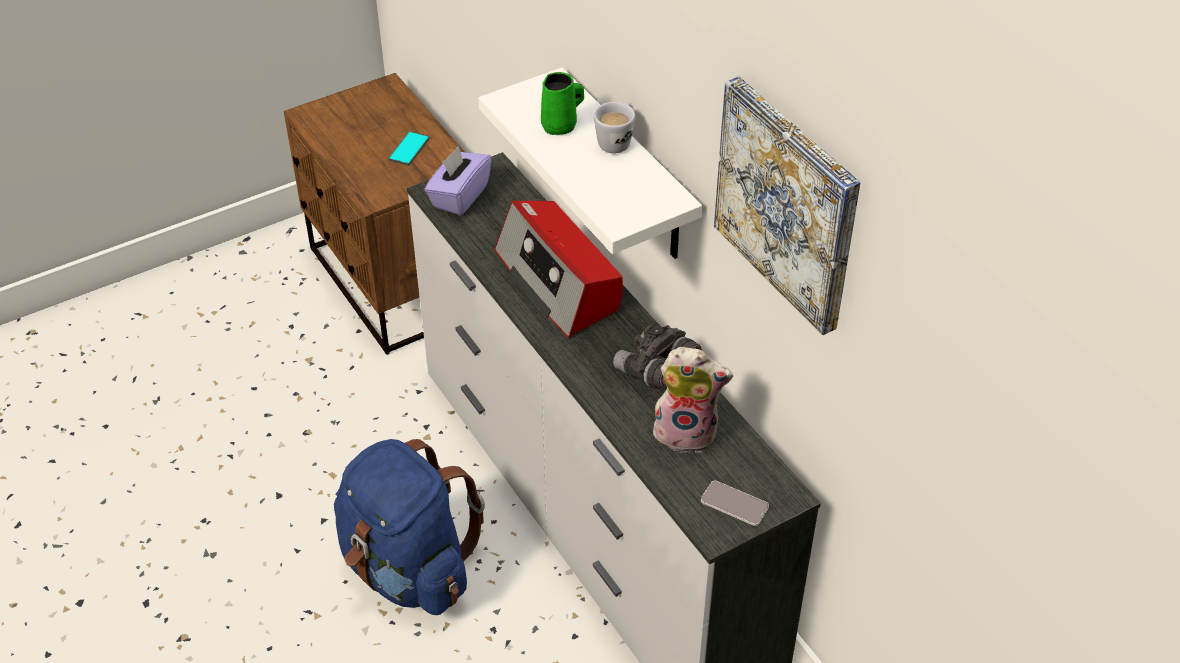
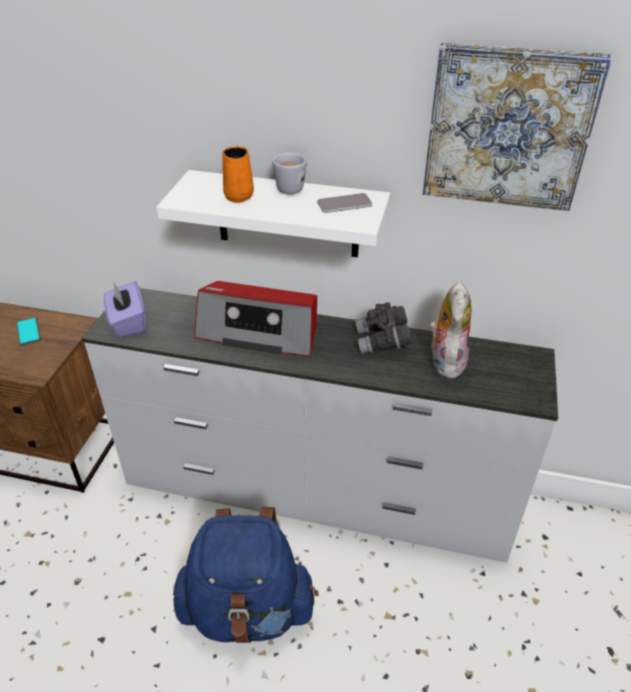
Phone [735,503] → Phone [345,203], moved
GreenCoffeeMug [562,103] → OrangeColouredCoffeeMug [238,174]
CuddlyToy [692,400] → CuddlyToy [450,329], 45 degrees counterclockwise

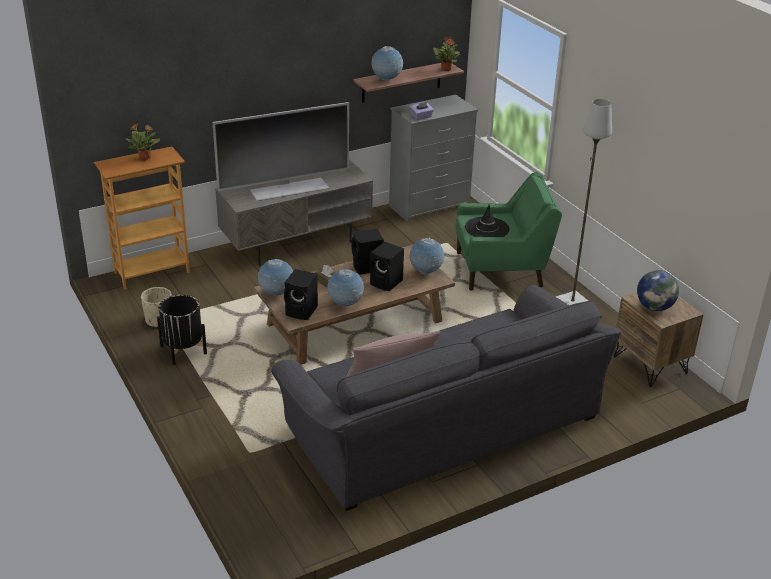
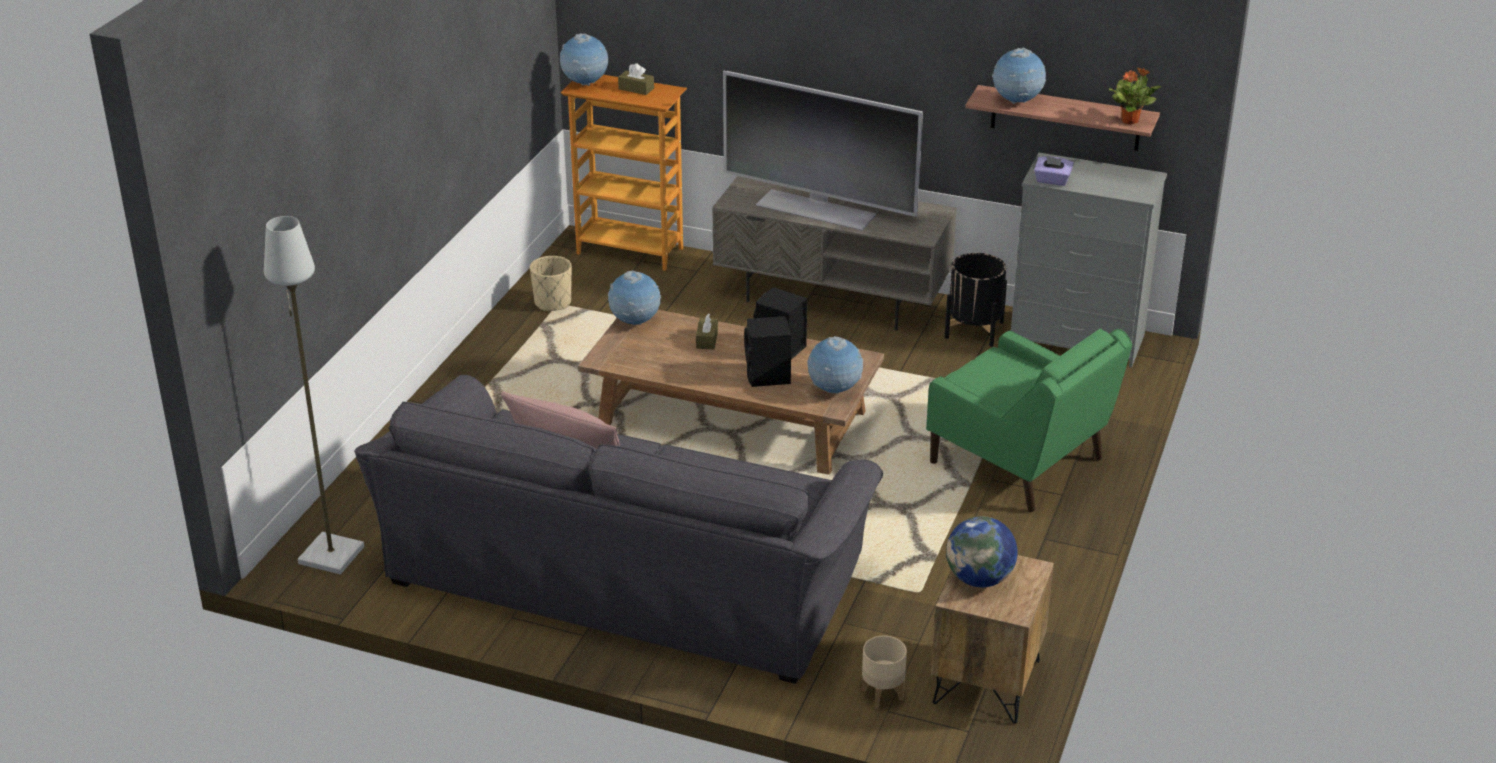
BlackLoudspeaker [301,294] → -
BlackHat [487,221] → -
- → BeigePlantPot [884,672]
BlackPlantPot [182,330] → BlackPlantPot [976,300], moved
DeskGlobe [345,287] → DeskGlobe [584,60], moved
GreyFloorLamp [584,202] → GreyFloorLamp [314,395], moved
Houseplant [143,142] → BrownColouredTissueHolder [636,79]

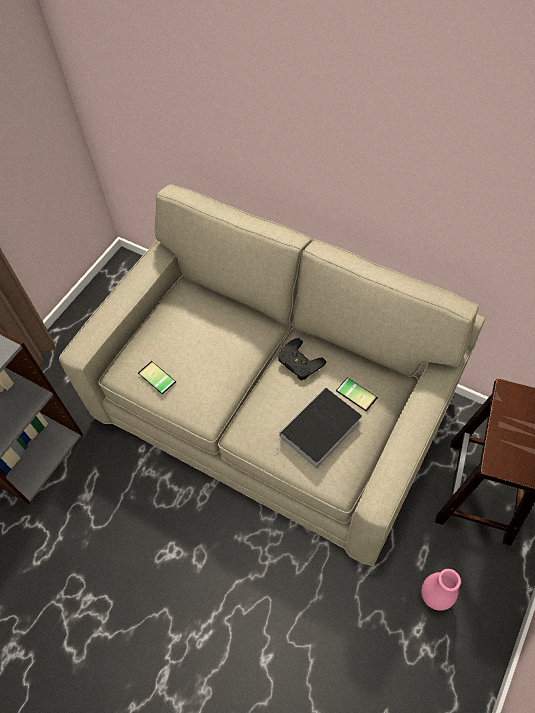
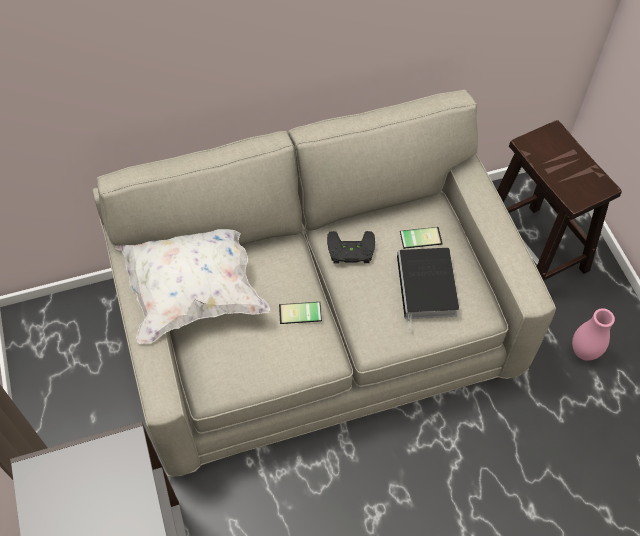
- → WhiteThrowPillow [193,286]
Phone [157,377] → Phone [300,313], moved

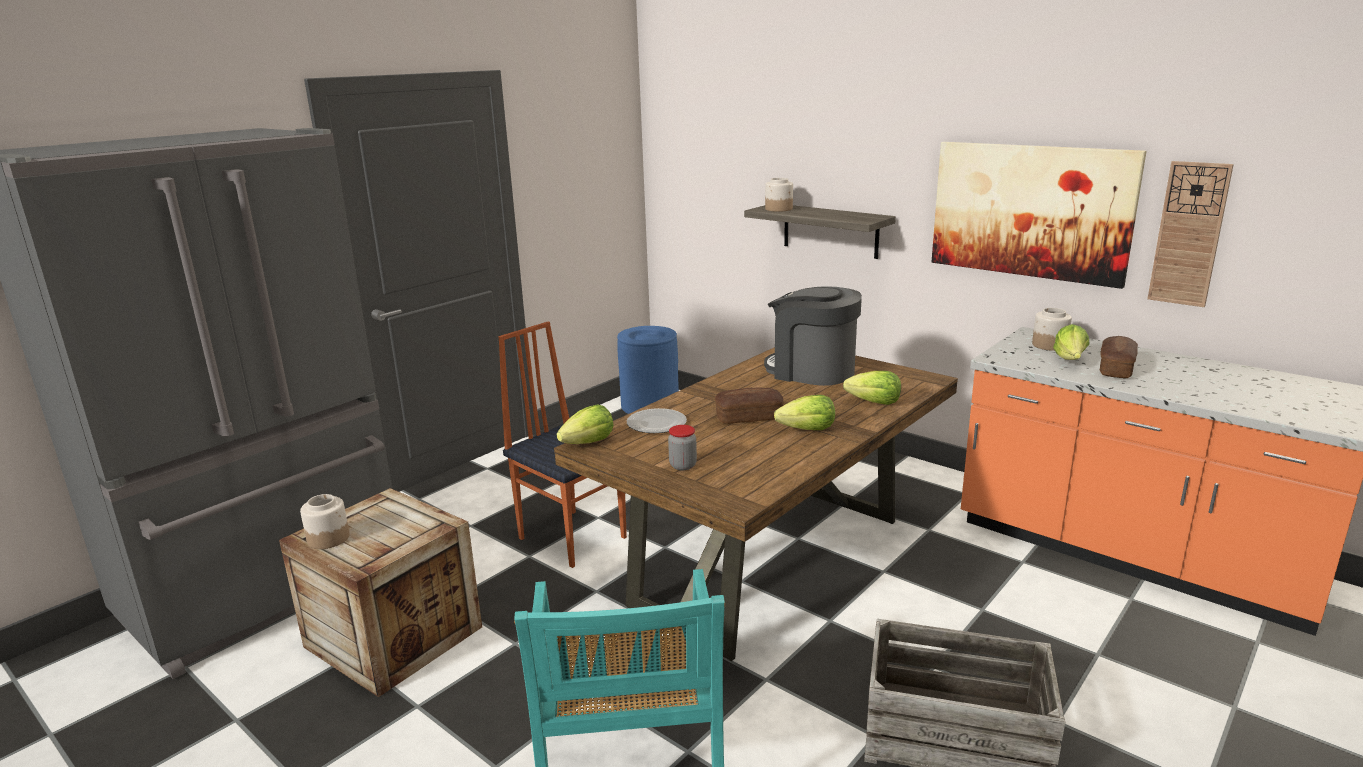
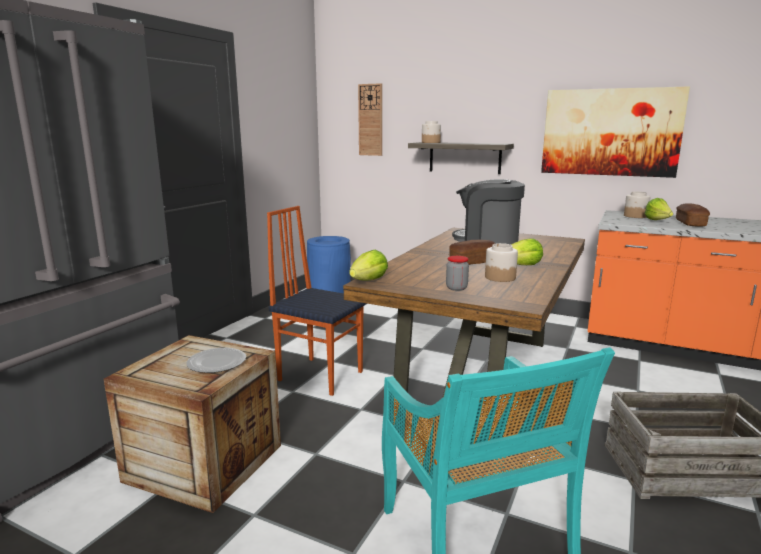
HeadOfLettuce [872,388] → -
PreserveJar [325,521] → PreserveJar [501,262], moved
Plate [657,420] → Plate [216,360], moved
WallClock [1190,234] → WallClock [370,119], moved

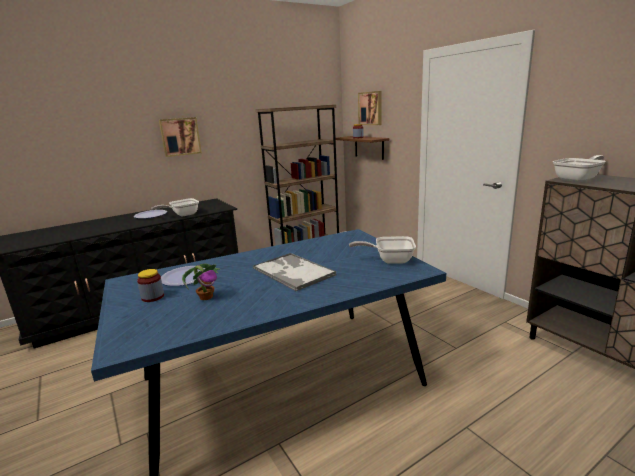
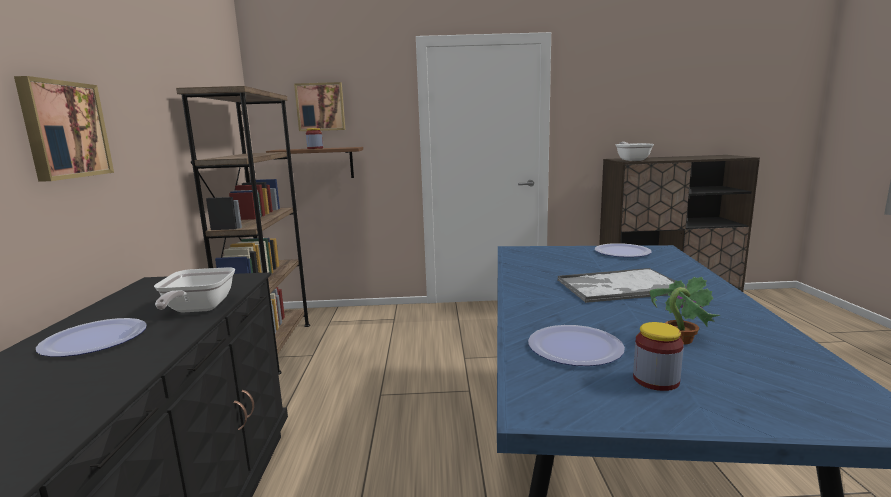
FryingPan [382,250] → Plate [623,250]

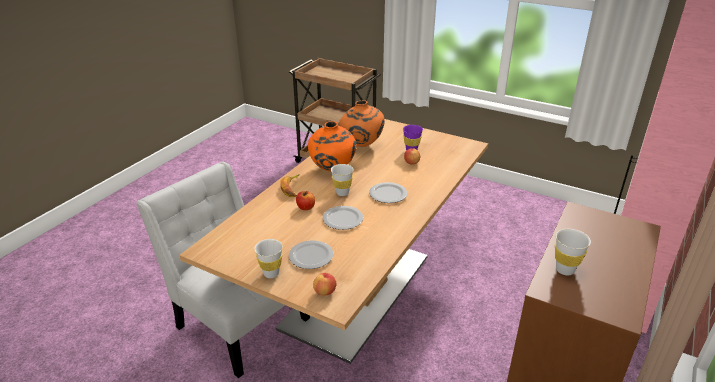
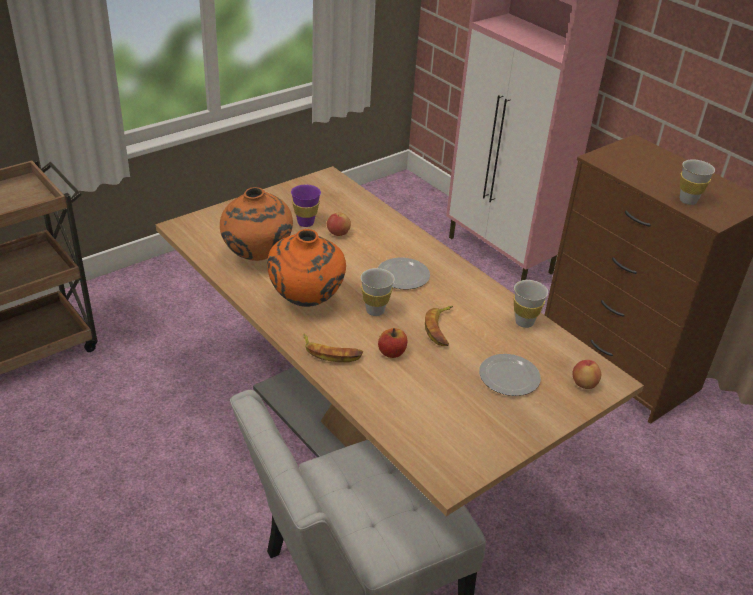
WhiteCup [268,258] → WhiteCup [530,304], moved
Plate [343,218] → BananaFruit [439,326]

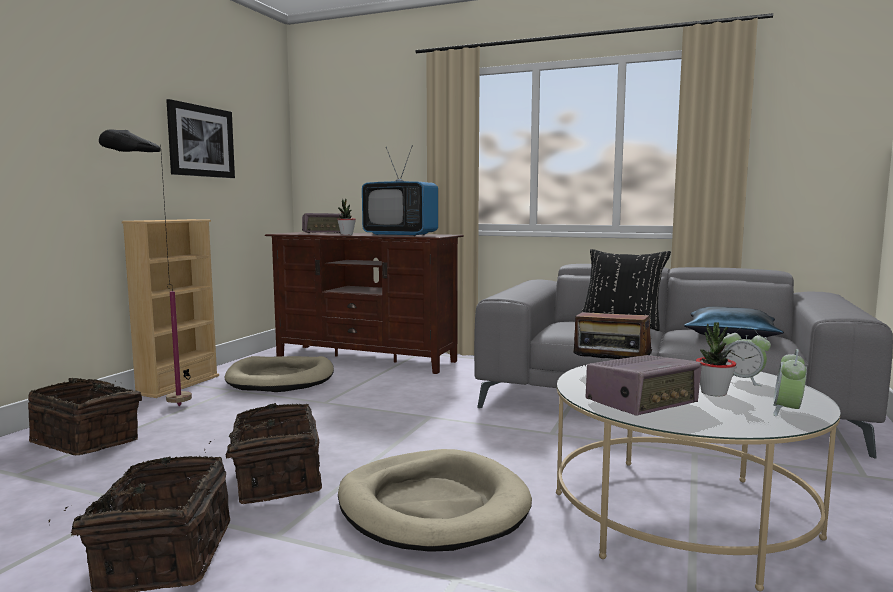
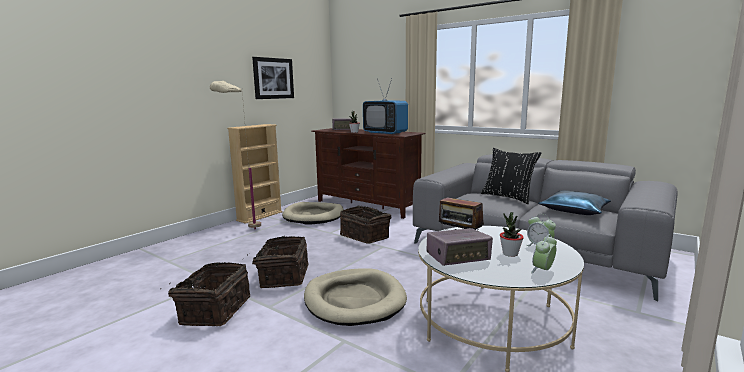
Basket [85,416] → Basket [365,224], moved
BlackFloorLamp [145,268] → BeigeFloorLamp [235,155]

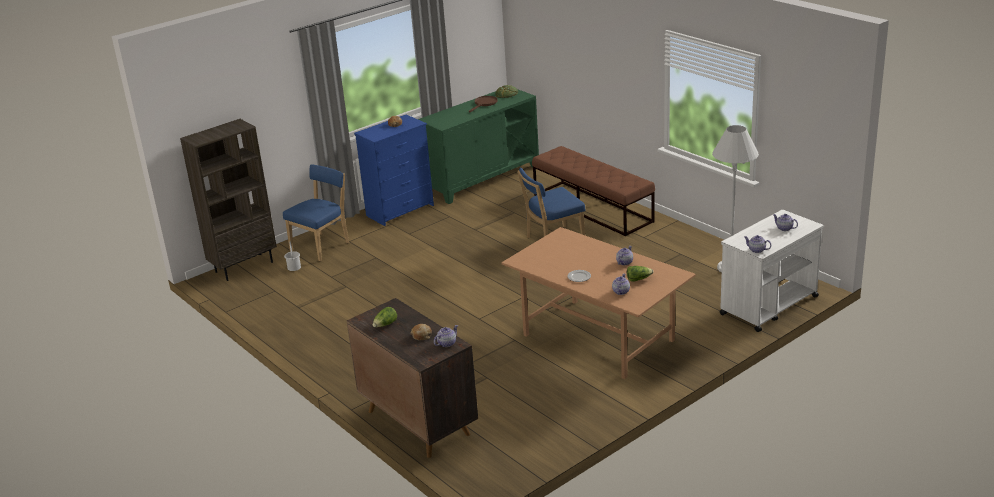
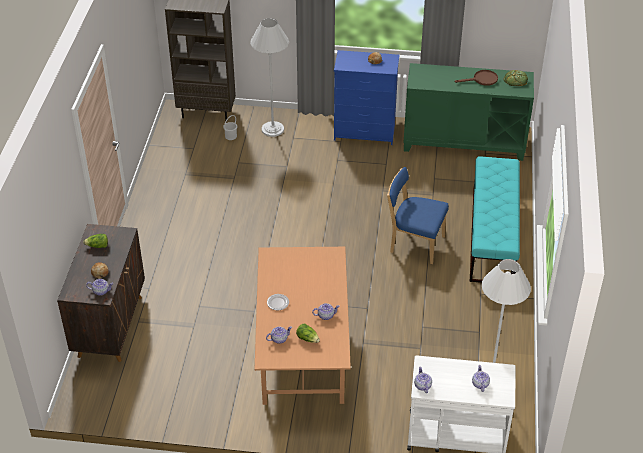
BluePlainChair [316,212] → WhiteFloorLamp [269,77]
BrownColouredBench [593,191] → BlueGreenBench [495,219]

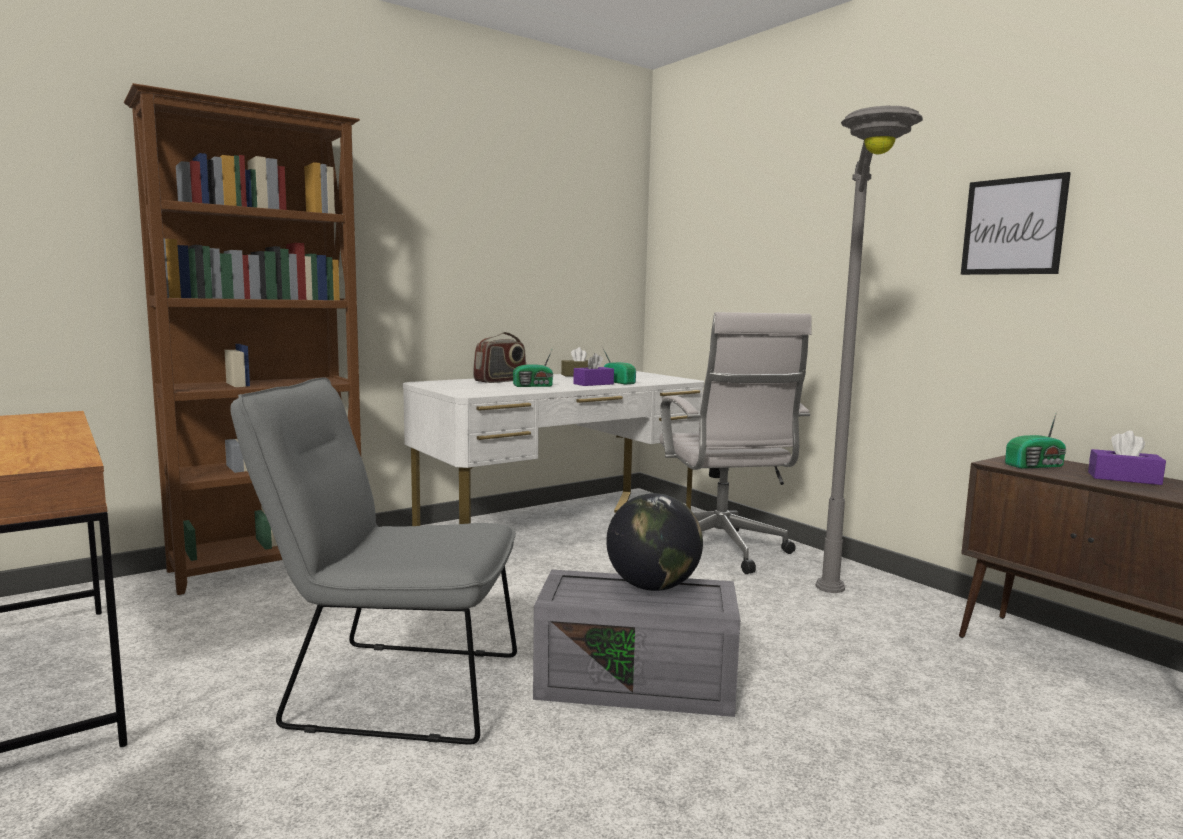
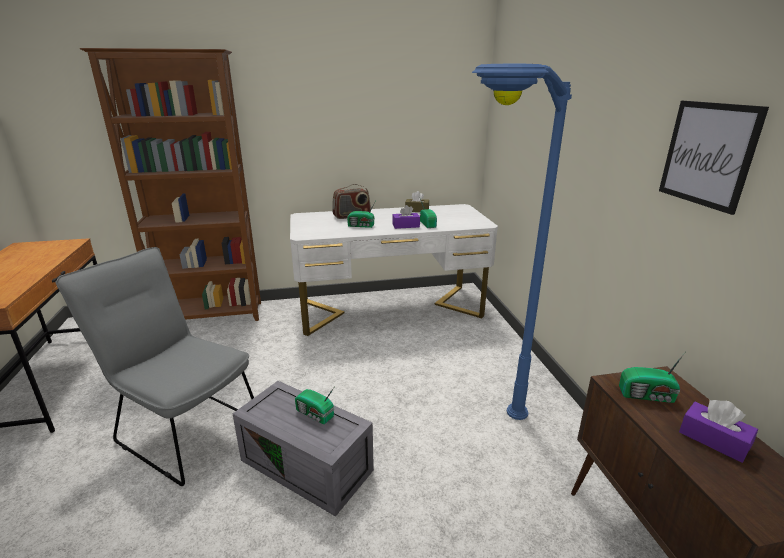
WhiteComputerChair [735,443] → -
DeskGlobe [654,542] → RadioSet [315,405]
GreyFloorLamp [869,349] → BlueFloorLamp [522,242]

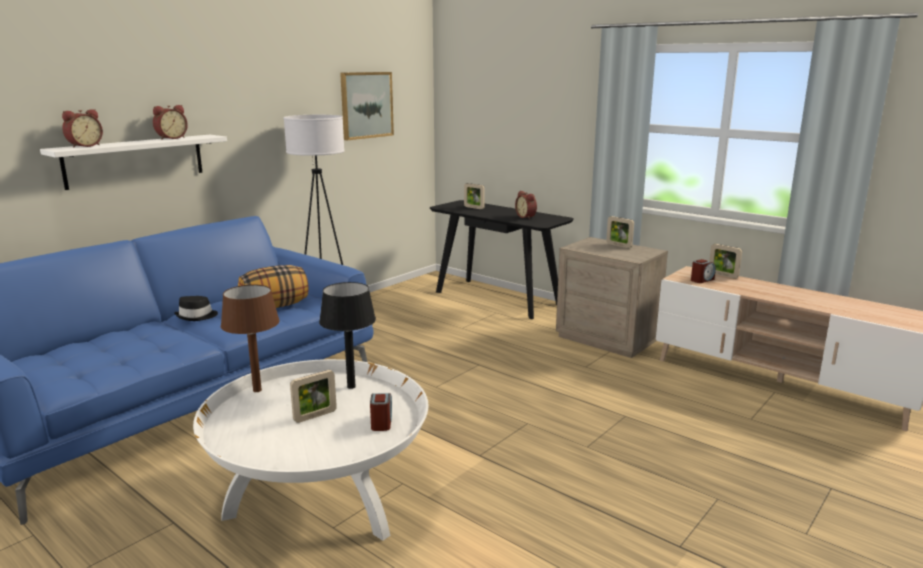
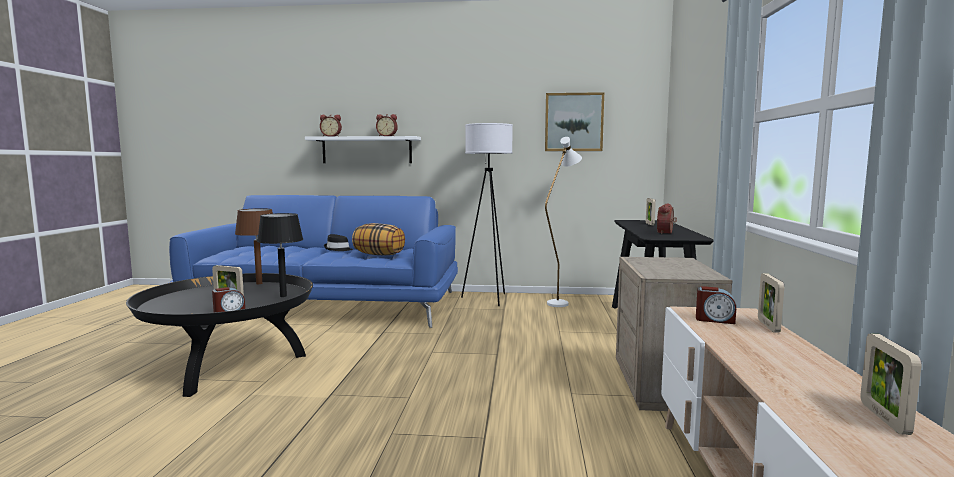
- → WhiteFloorLamp [563,222]
StandingFrame [620,232] → StandingFrame [891,384], moved
WhiteLowTable [310,450] → BlackLowTable [219,335]

